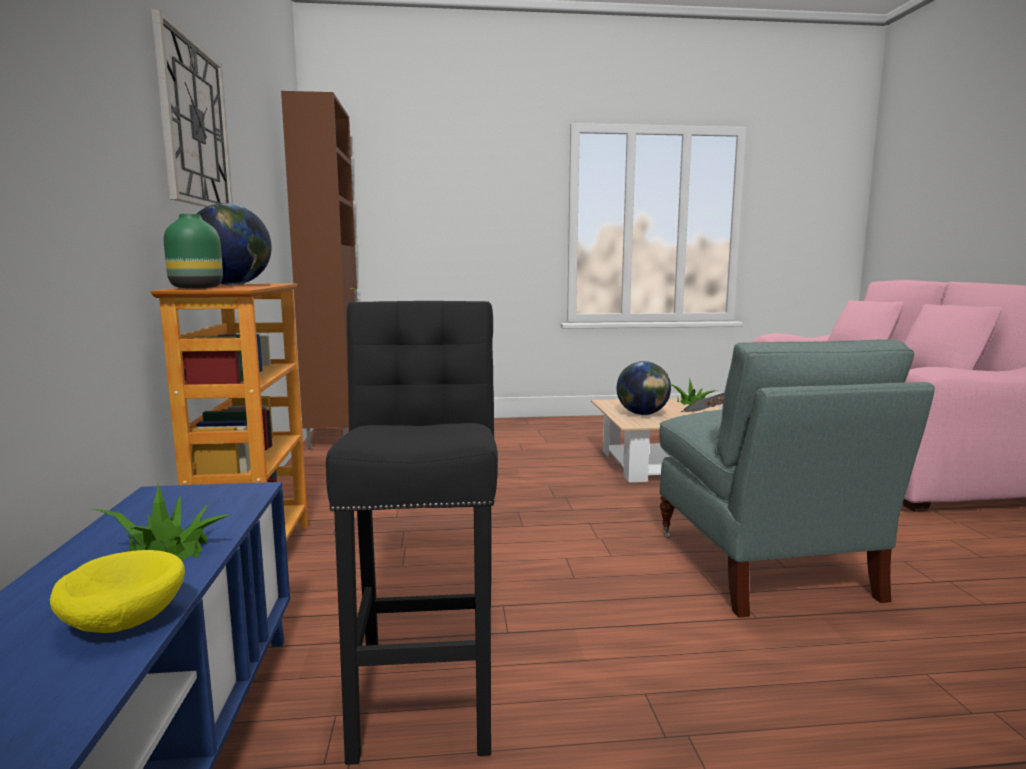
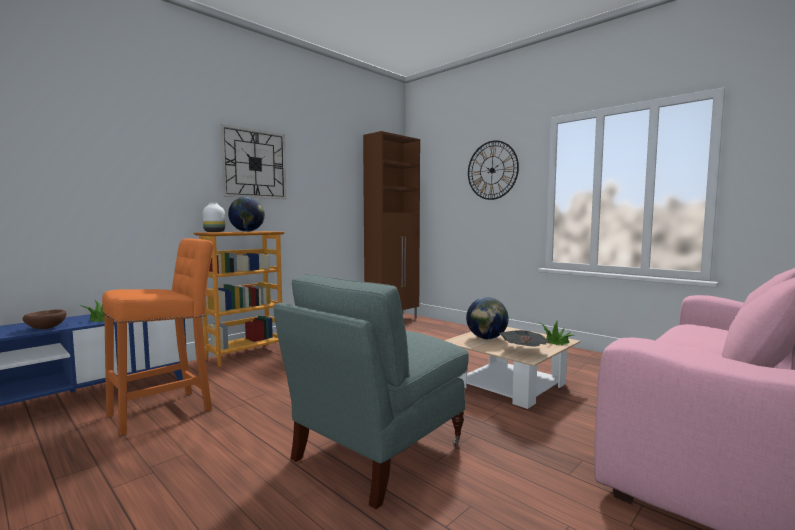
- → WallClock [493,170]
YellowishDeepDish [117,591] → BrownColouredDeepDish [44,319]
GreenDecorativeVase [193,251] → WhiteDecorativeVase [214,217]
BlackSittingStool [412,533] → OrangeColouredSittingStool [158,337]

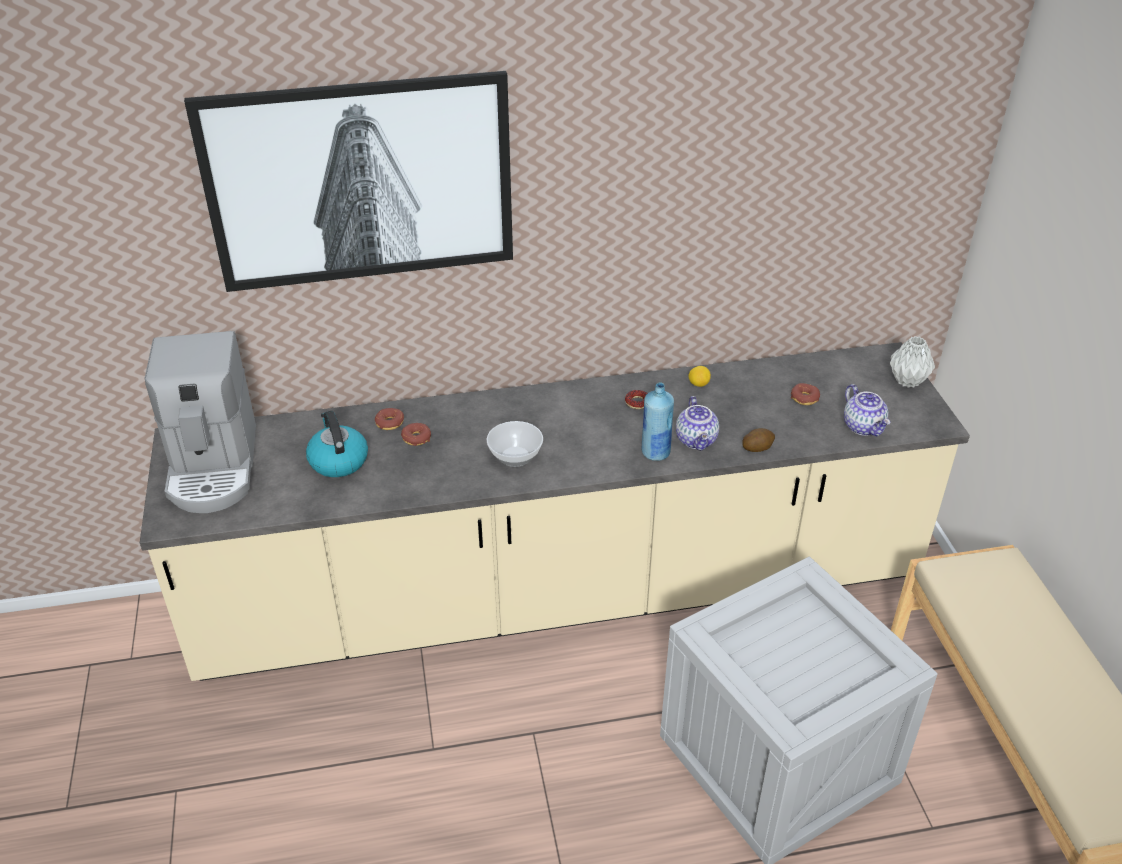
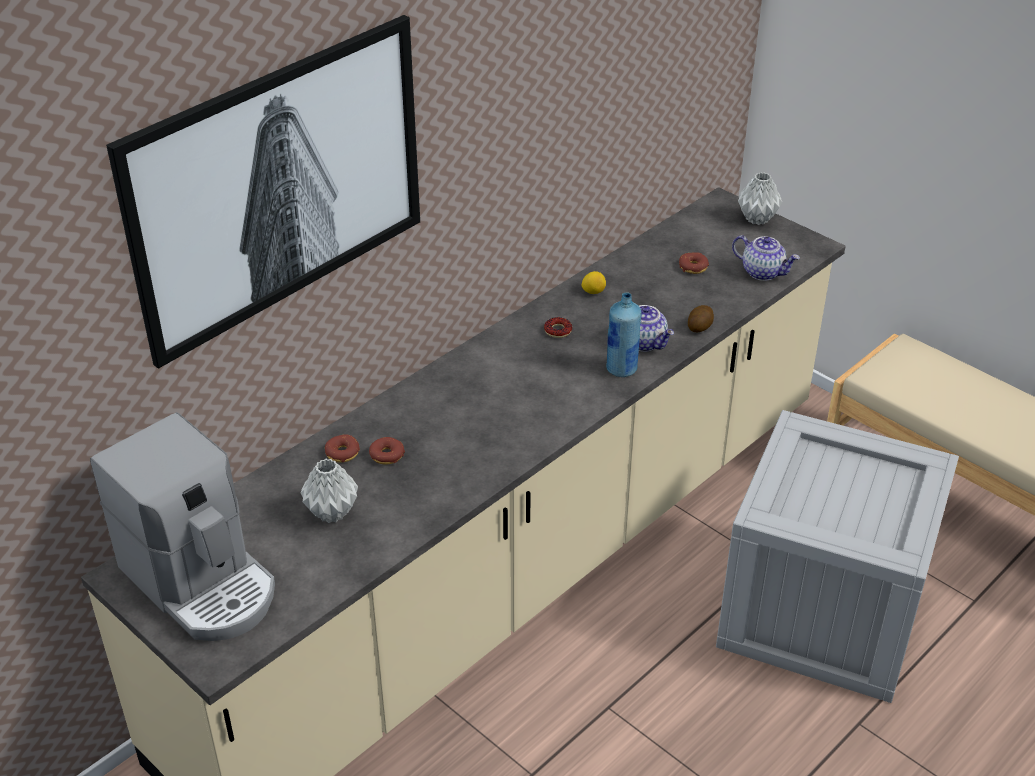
DeepDish [515,444] → -
TeaKettle [337,444] → GreyDecorativeVase [329,491]

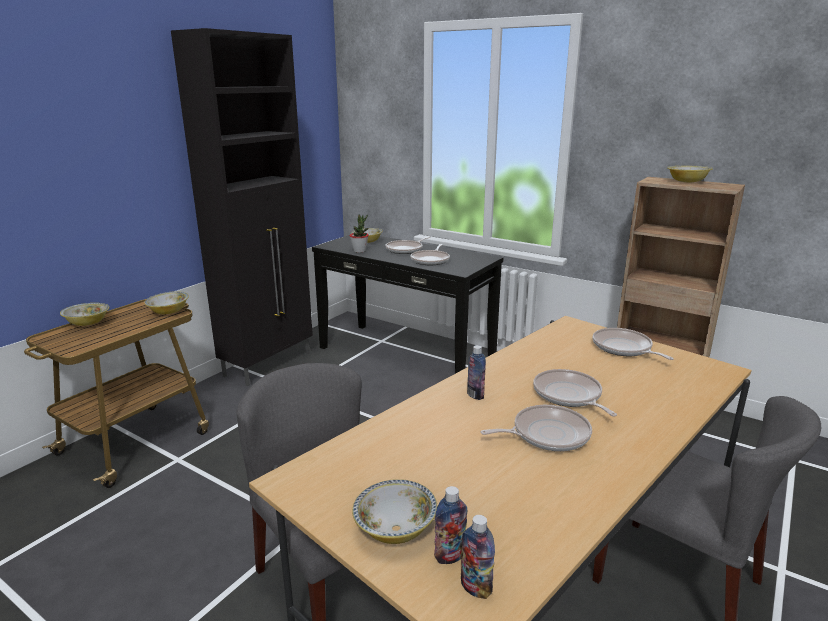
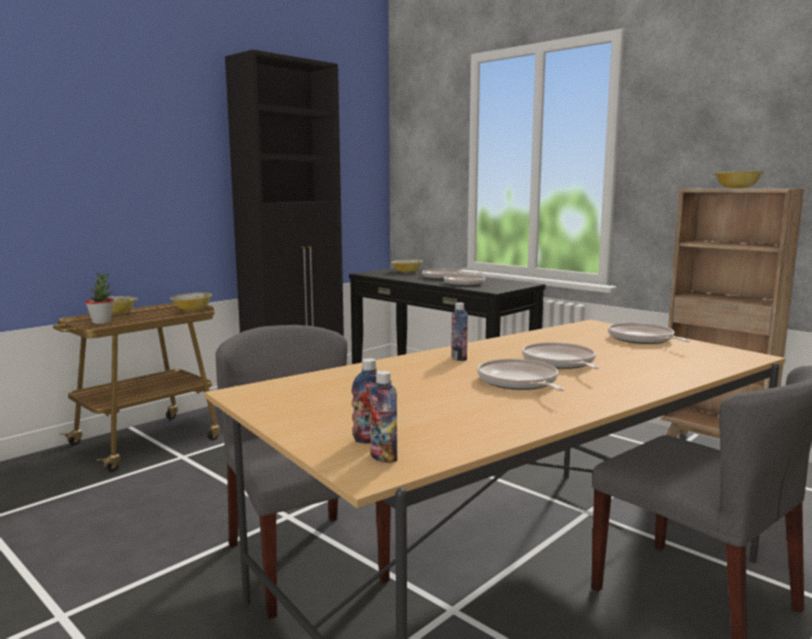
DeepDish [394,511] → -
Houseplant [359,234] → Houseplant [99,298], moved
FryingPan [536,428] → FryingPan [520,375], 105 degrees counterclockwise

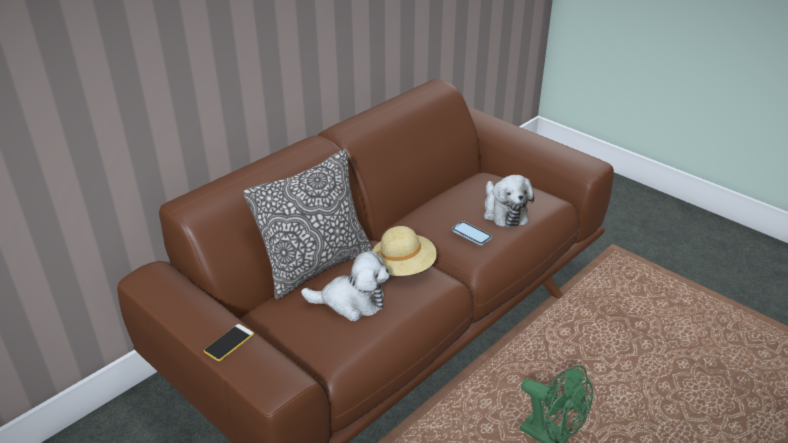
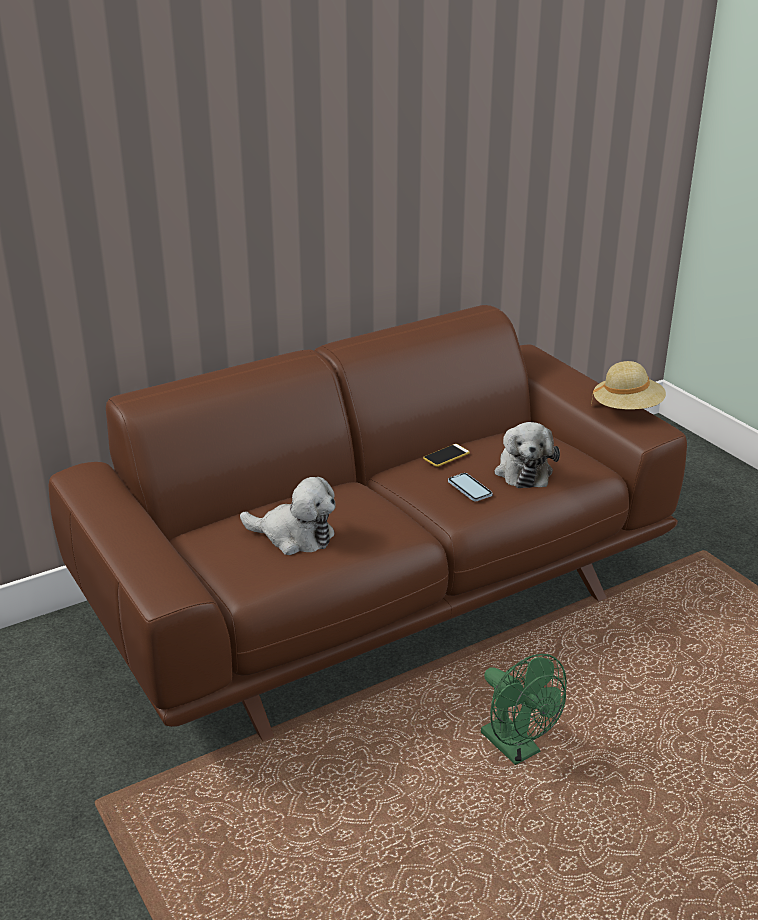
ThrowPillow [307,224] → -
Phone [228,342] → Phone [446,455], moved
BeigeHat [404,251] → BeigeHat [628,385], moved

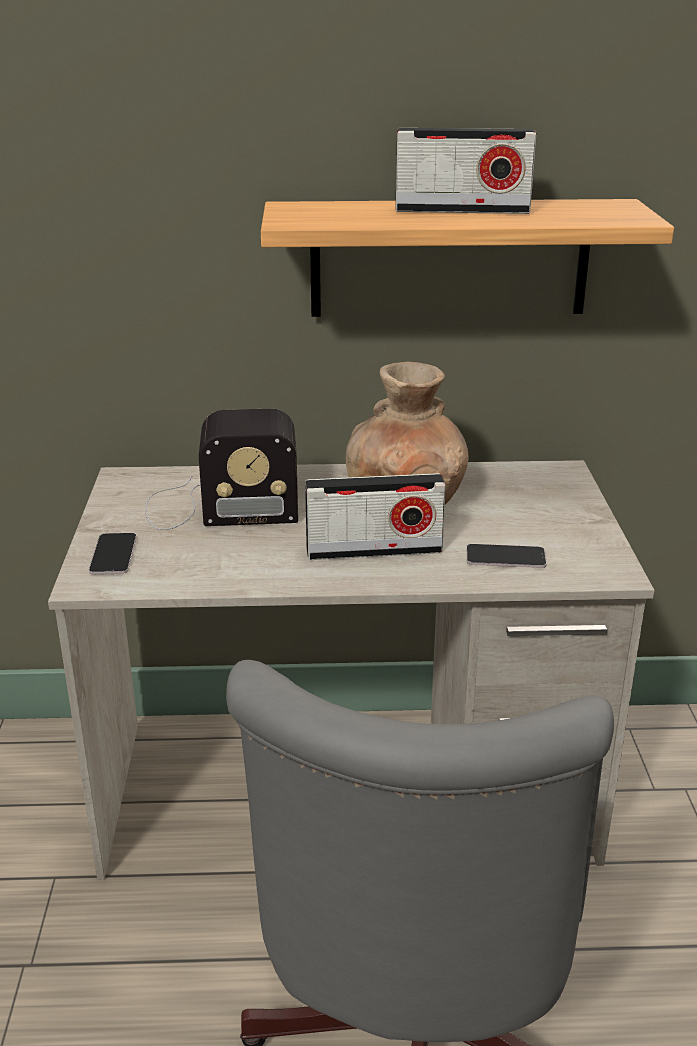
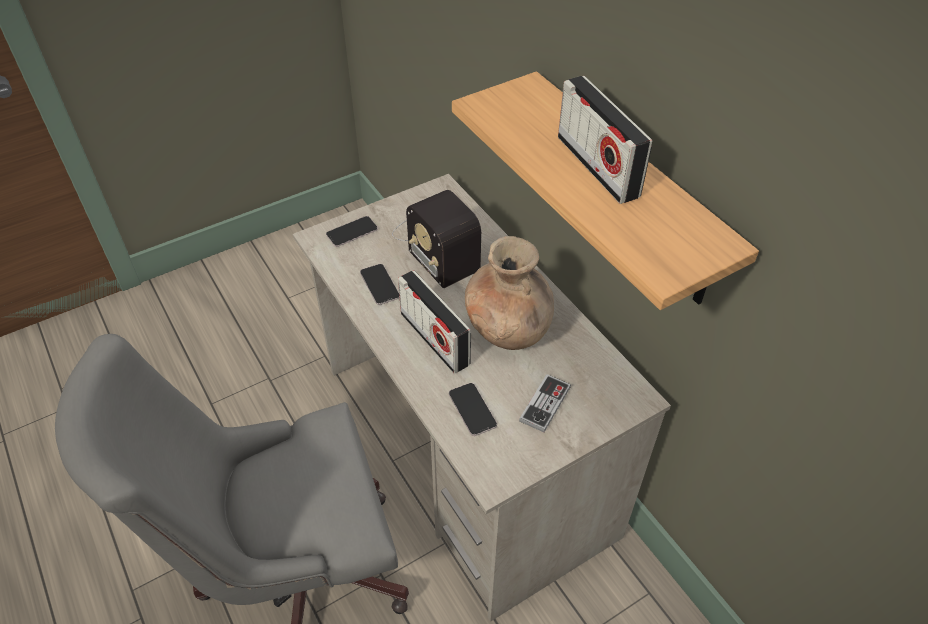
- → Phone [380,284]
- → GameController [545,403]

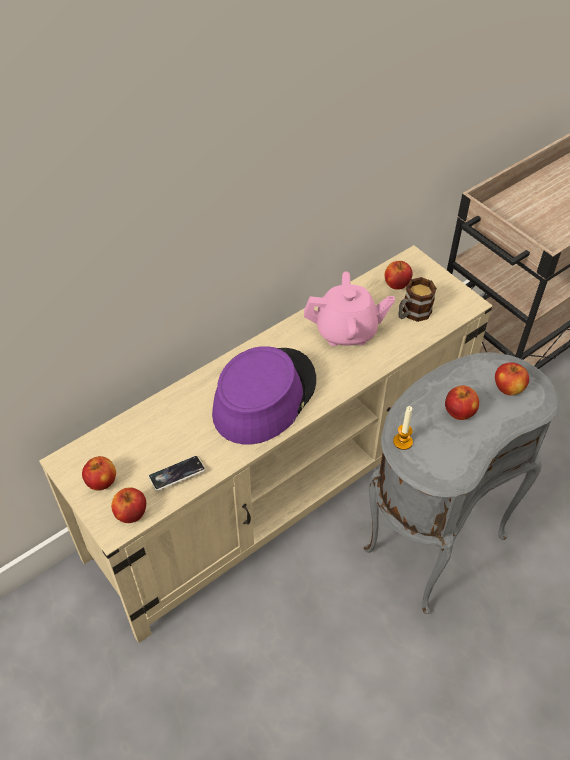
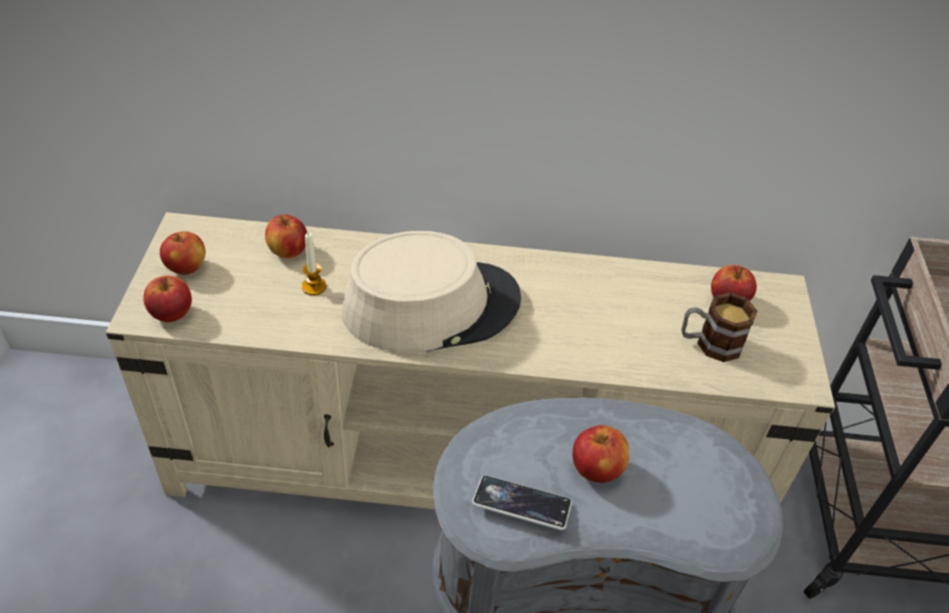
PinkColouredTeaPot [349,308] → -
Phone [176,473] → Phone [522,503], moved
WaxCandle [403,428] → WaxCandle [314,263], moved
WholeApple [512,379] → WholeApple [286,236], moved
PurpleHat [264,395] → BeigeHat [431,291]

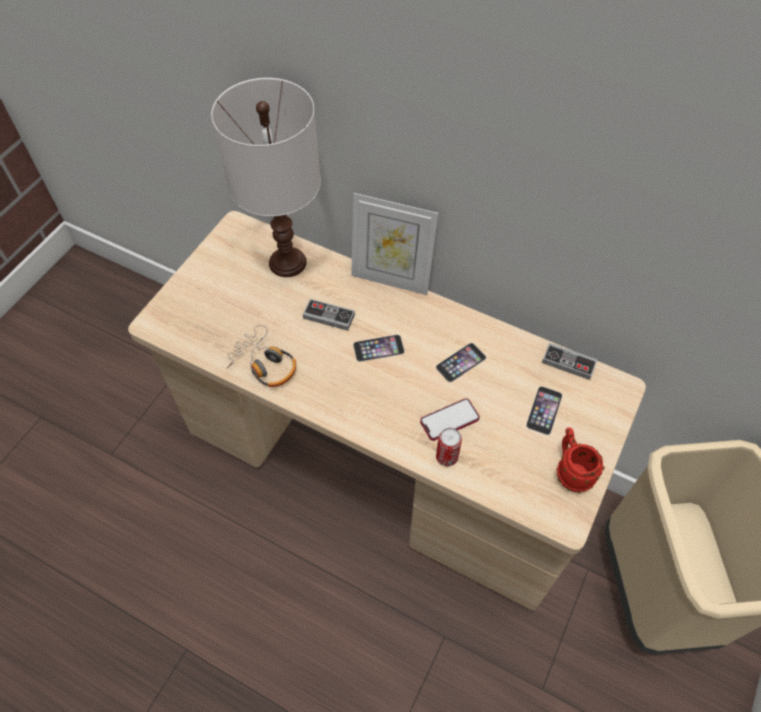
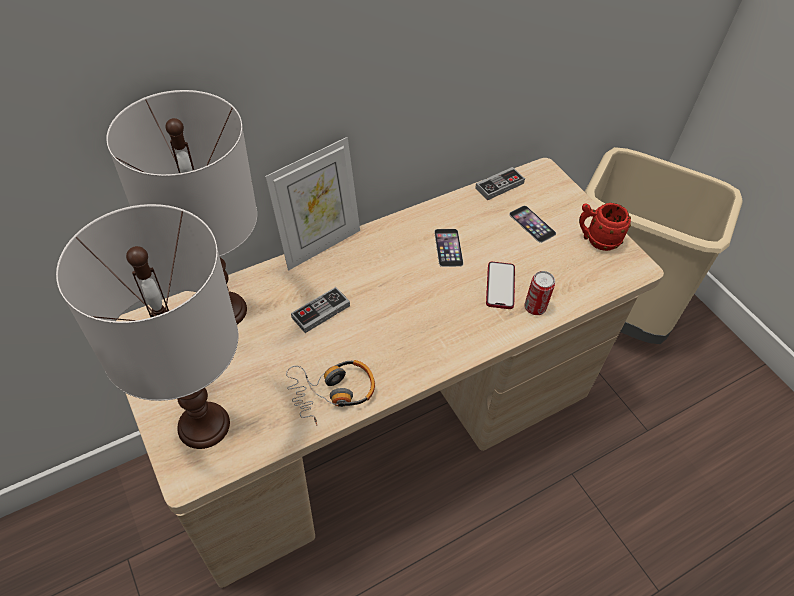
Phone [379,348] → -
- → WhiteTableLamp [147,326]

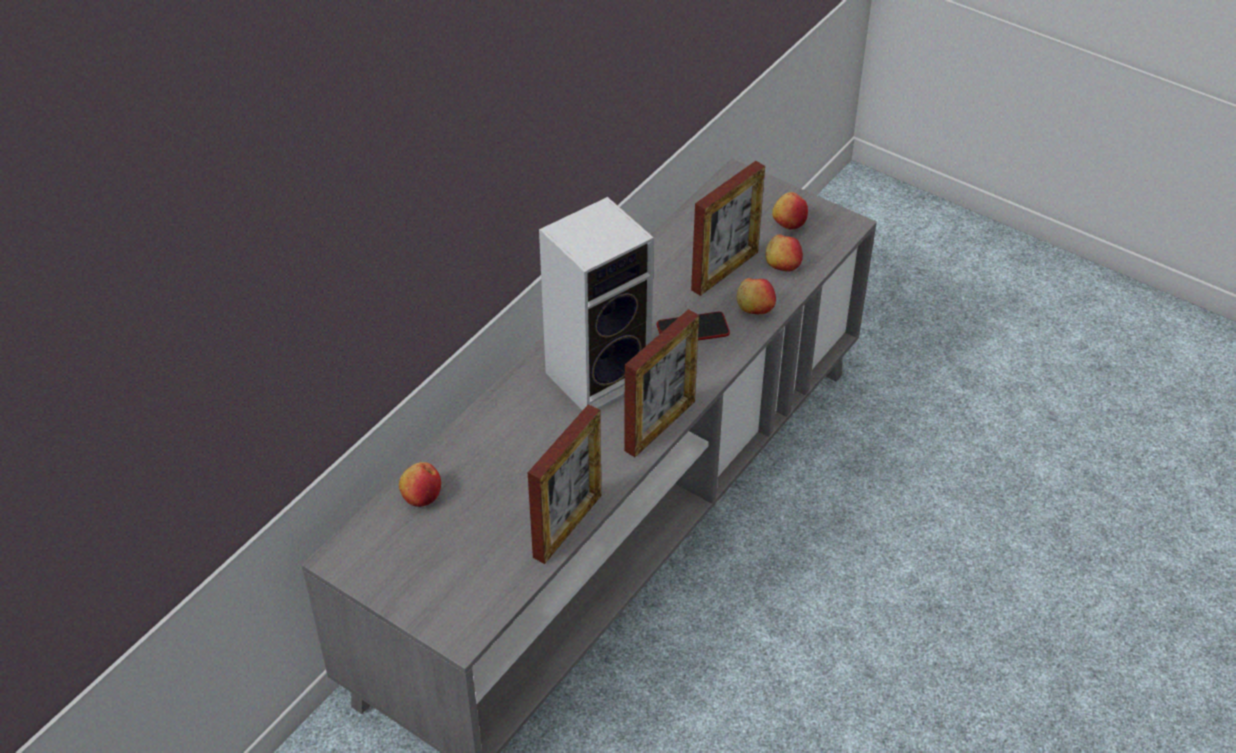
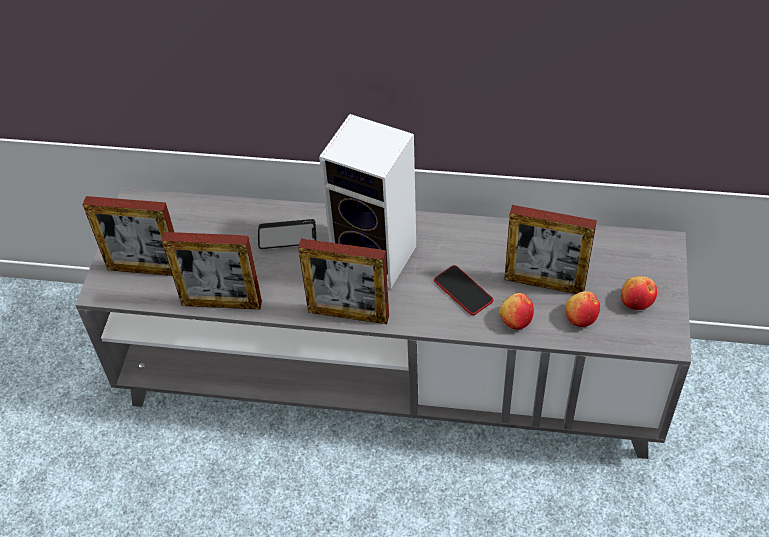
WholeApple [420,484] → -
- → StandingFrame [128,236]
- → Phone [287,234]

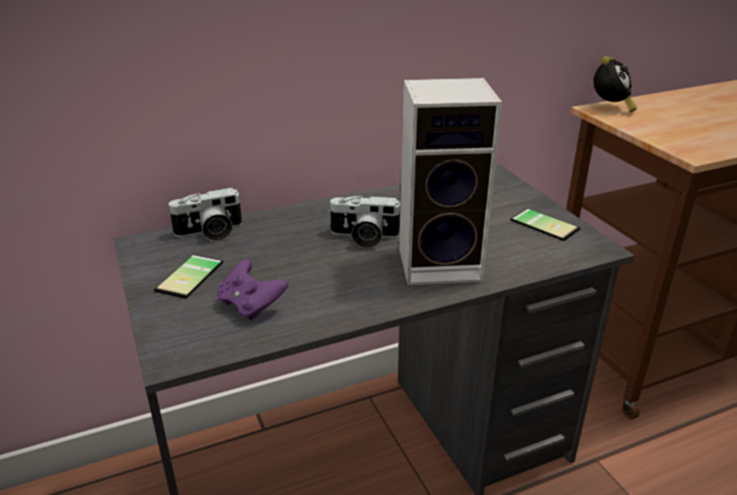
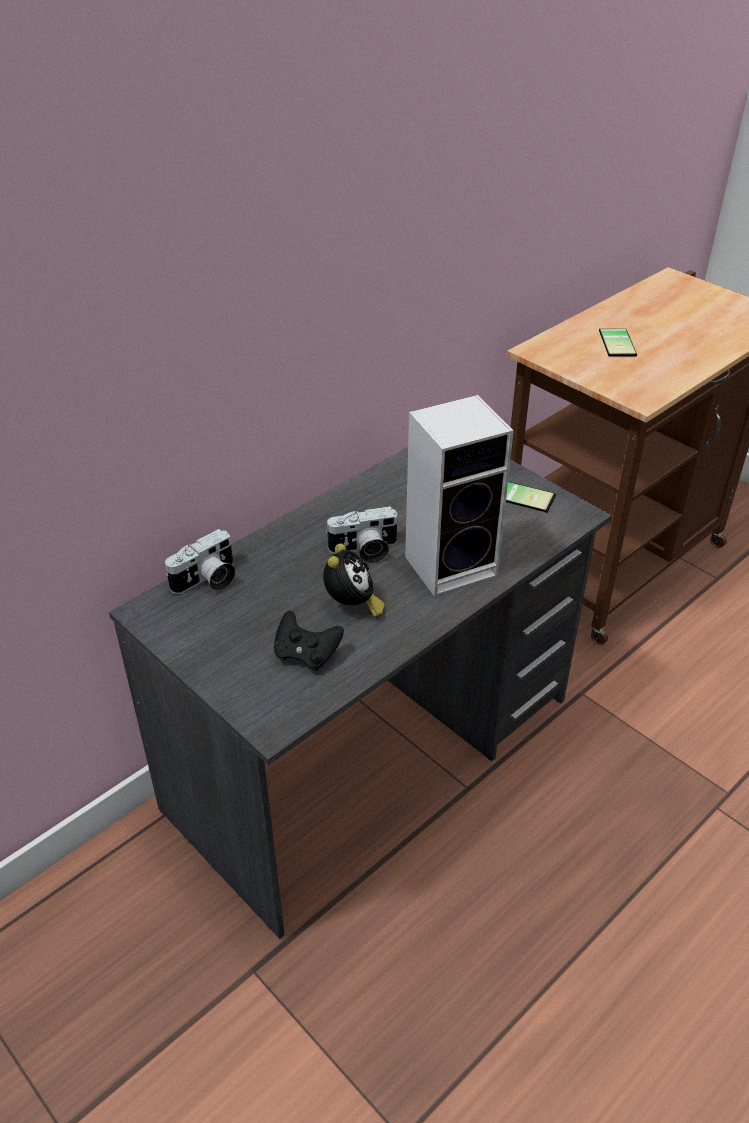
Phone [188,276] → Phone [618,343], moved
AlarmClock [615,84] → AlarmClock [354,580], moved
PurpleGameController [252,290] → BlackGameController [309,641]

